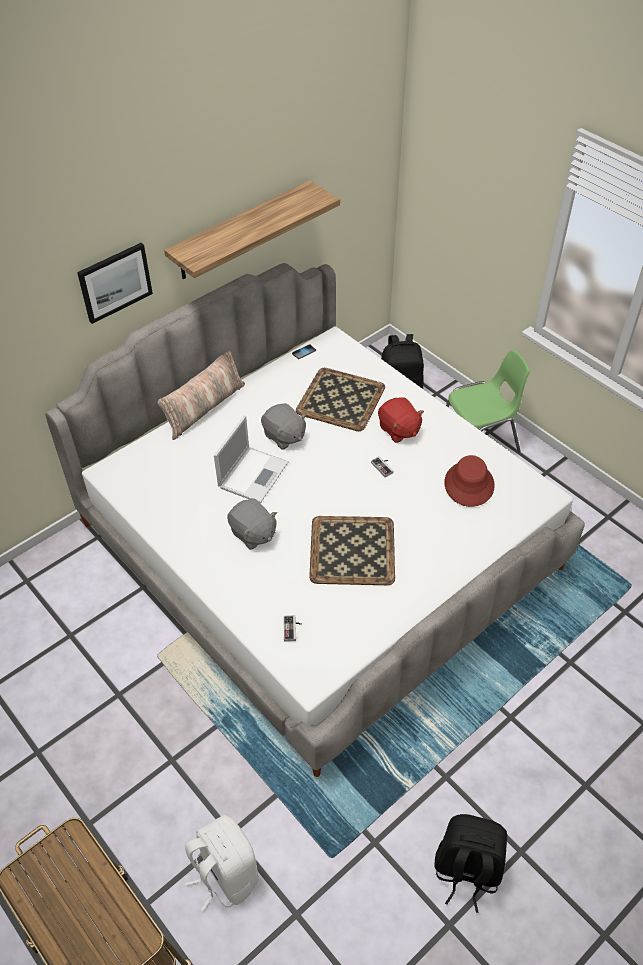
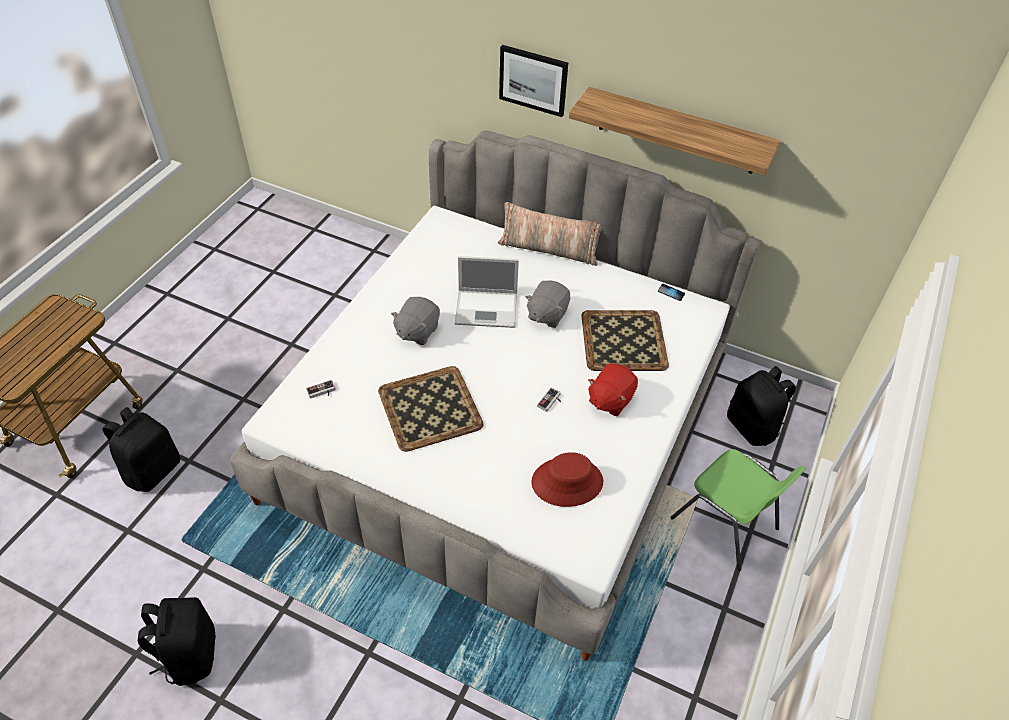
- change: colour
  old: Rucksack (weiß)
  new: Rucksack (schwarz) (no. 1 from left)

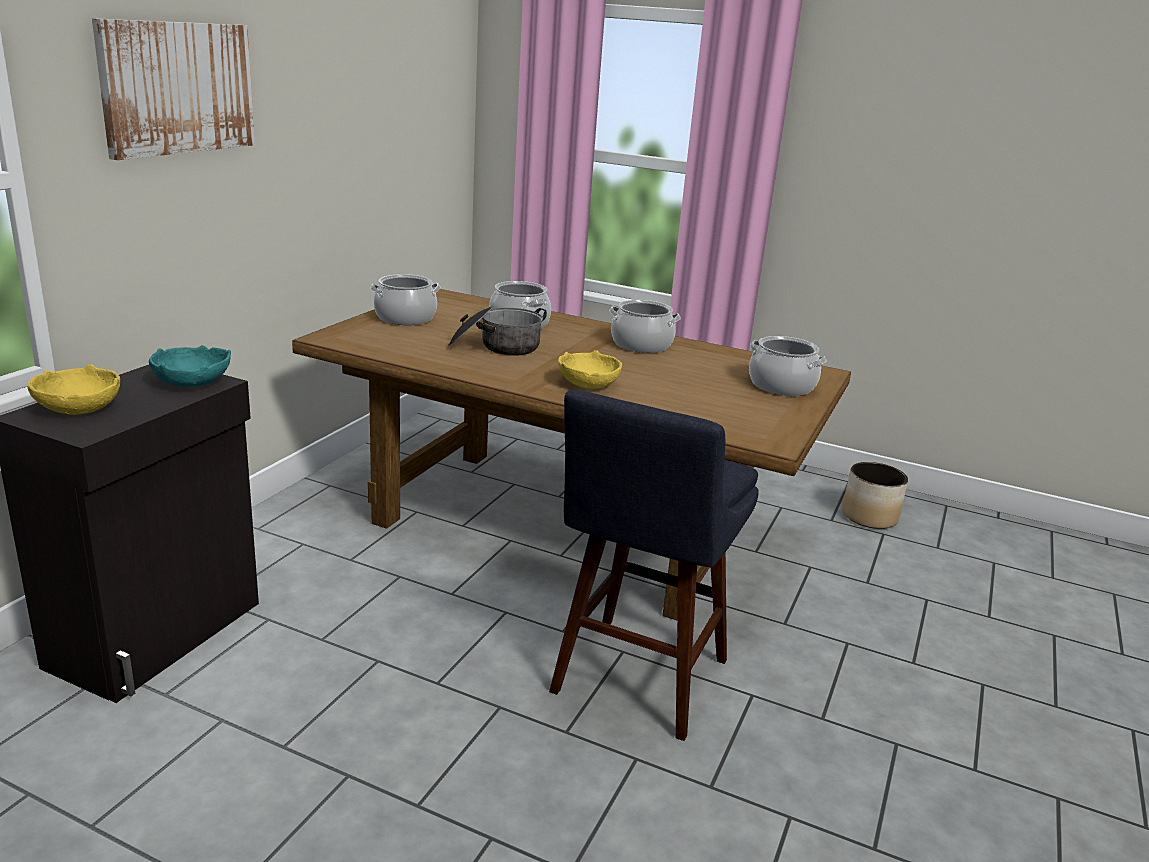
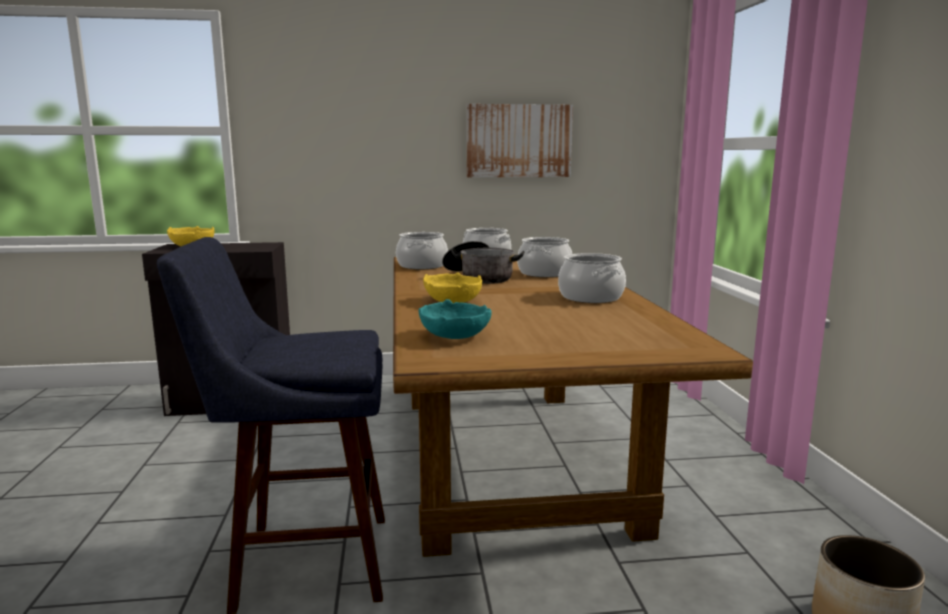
- change: relocated
  old: Bild
- change: relocated
  old: Kochtopf (no. 5 from left in the first image)
  new: Kochtopf (no. 1 from left)
- change: relocated
  old: Schüssel (türkis)

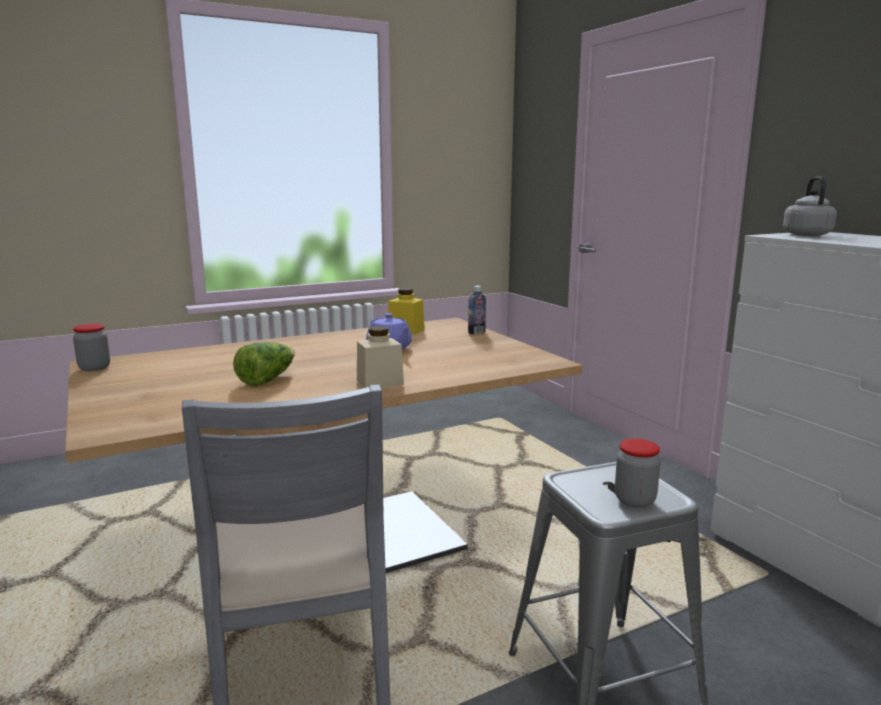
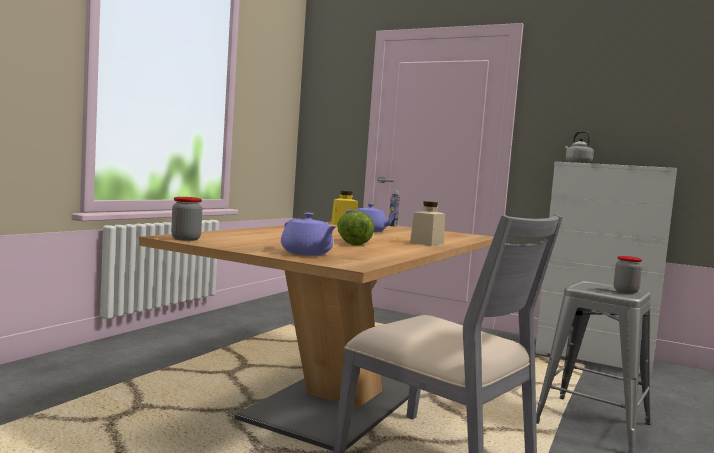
- change: appeared
  new: Teekanne (lila) (no. 1 from left)

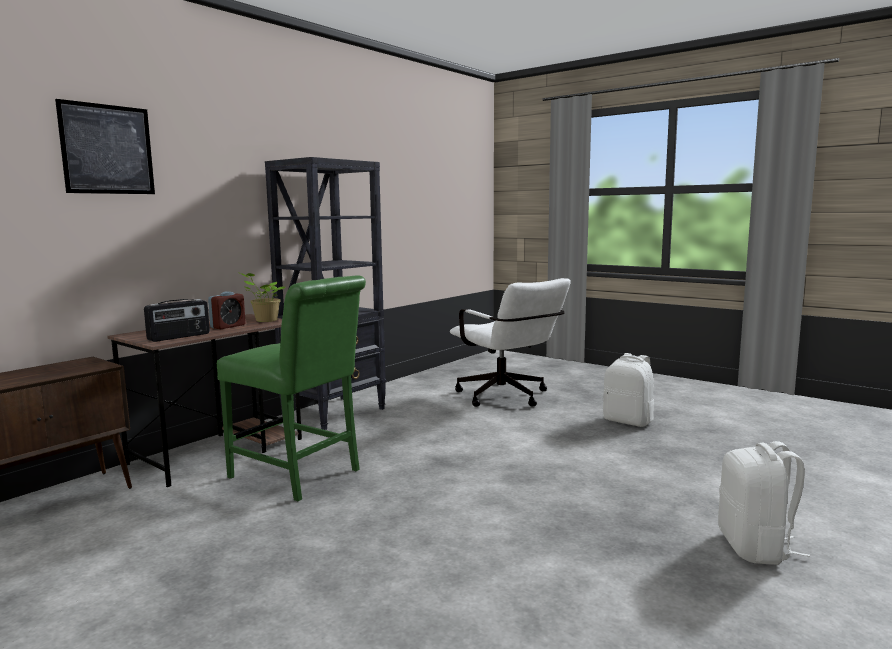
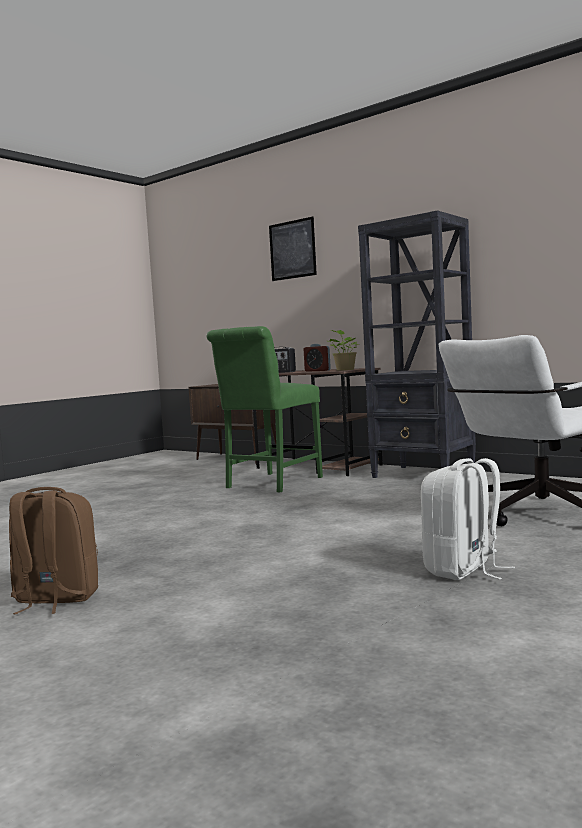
- change: colour
  old: Rucksack (weiß) (no. 2 from left)
  new: Rucksack (braun)

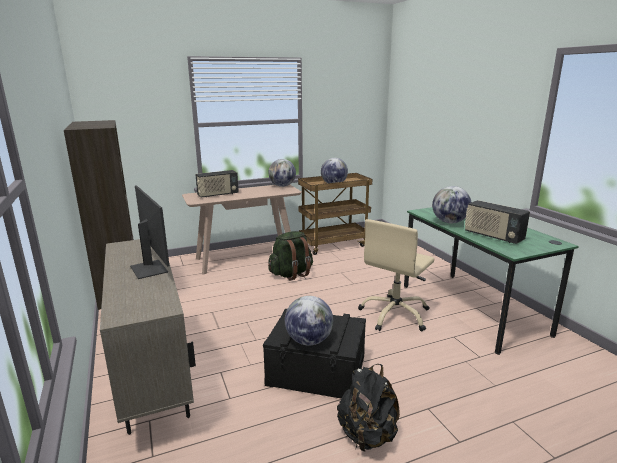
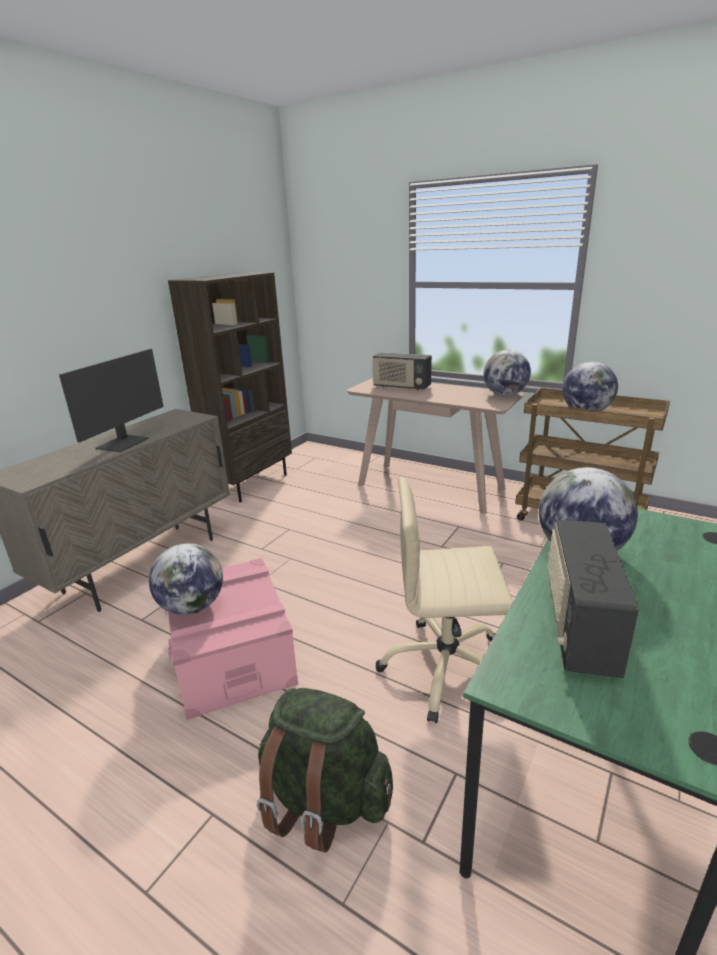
- change: relocated
  old: Rucksack (grün)
- change: colour
  old: Aufbewahrungsbox (schwarz)
  new: Aufbewahrungsbox (rosa)
- change: missing
  old: Rucksack (schwarz)

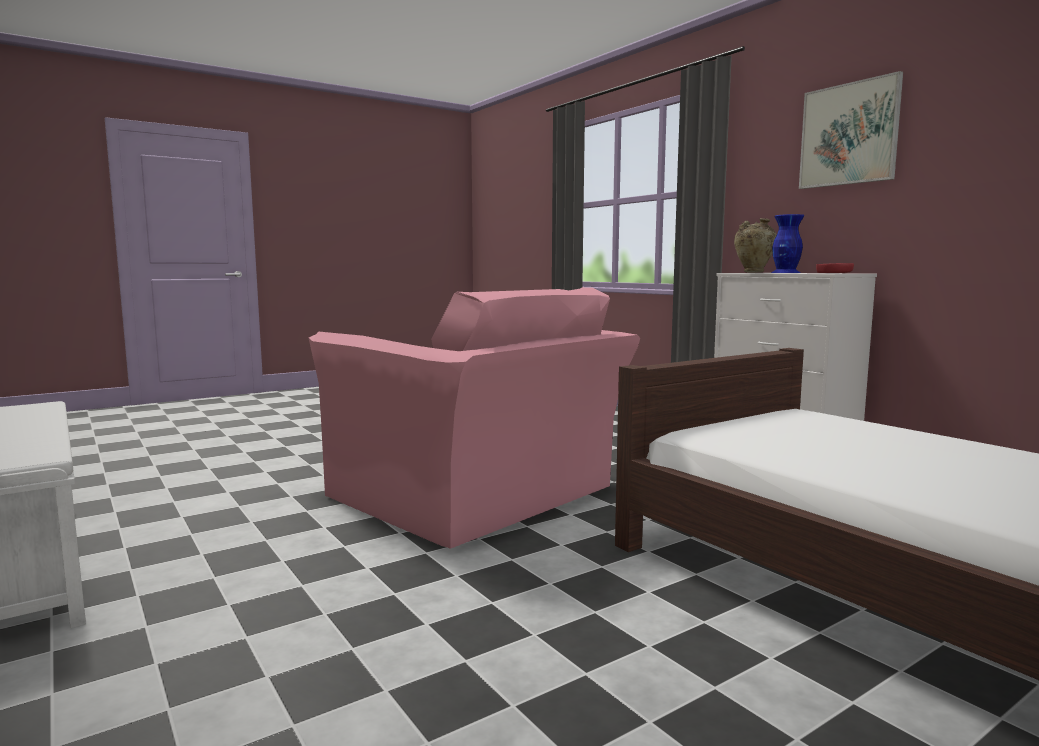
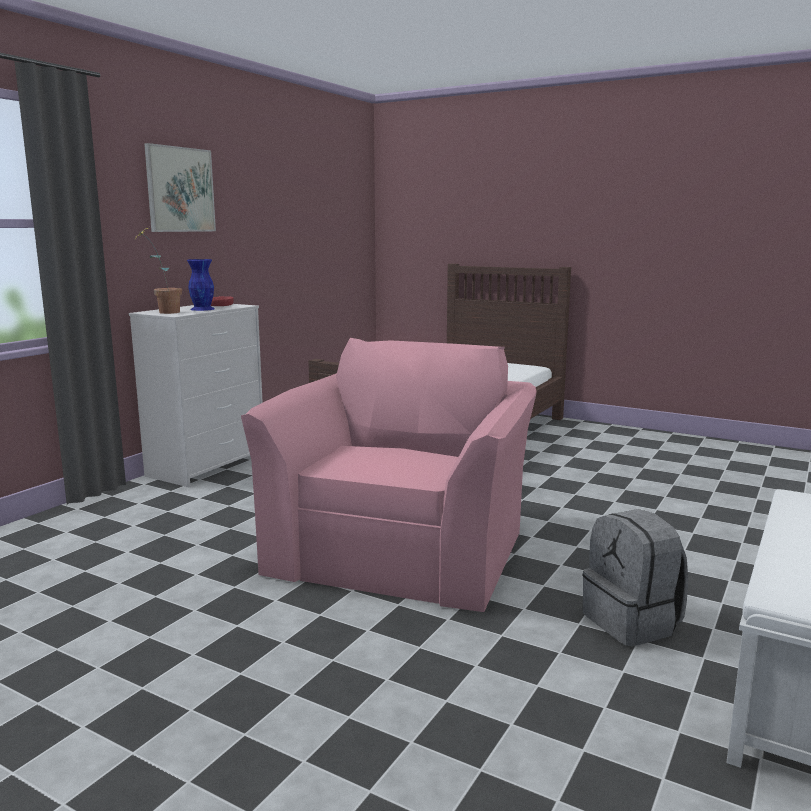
- change: exchanged
  old: Vase (beige)
  new: Topfpflanze
- change: appeared
  new: Rucksack (grau)

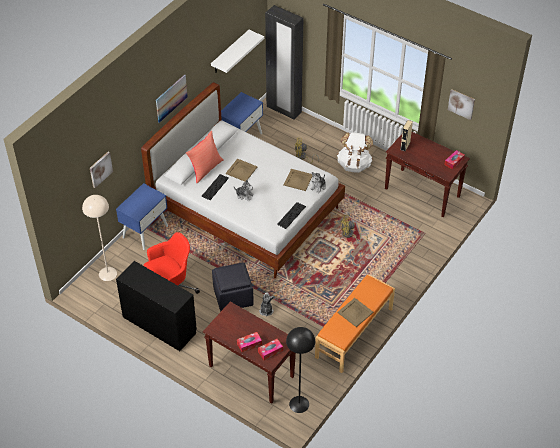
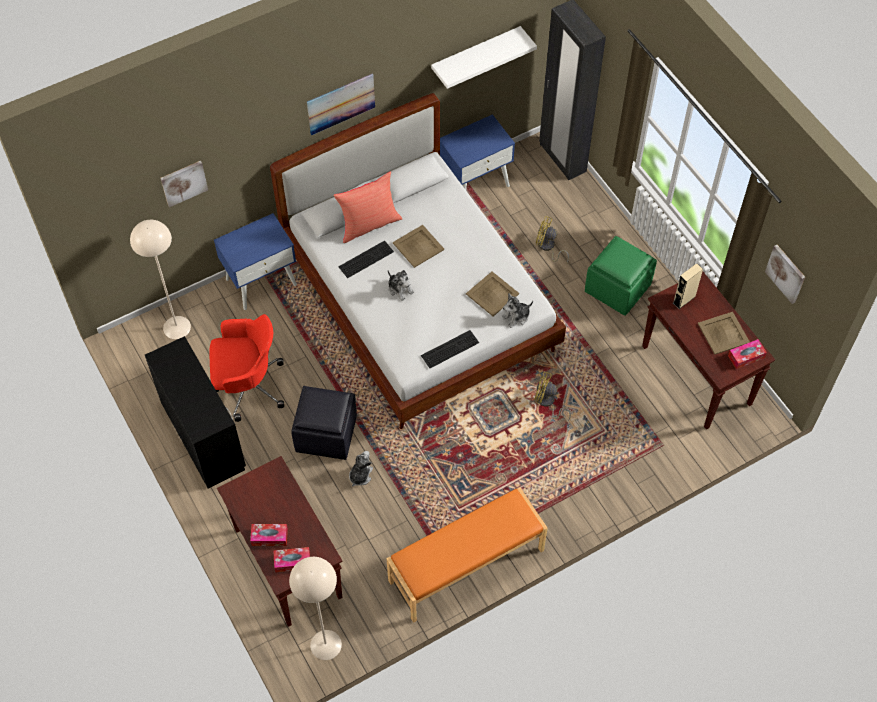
- change: exchanged
  old: Rucksack (weiß)
  new: Polsterhocker (grün)
- change: relocated
  old: Tablett (beige) (no. 3 from left)
- change: colour
  old: Stehlampe (schwarz)
  new: Stehlampe (beige) (no. 2 from left)

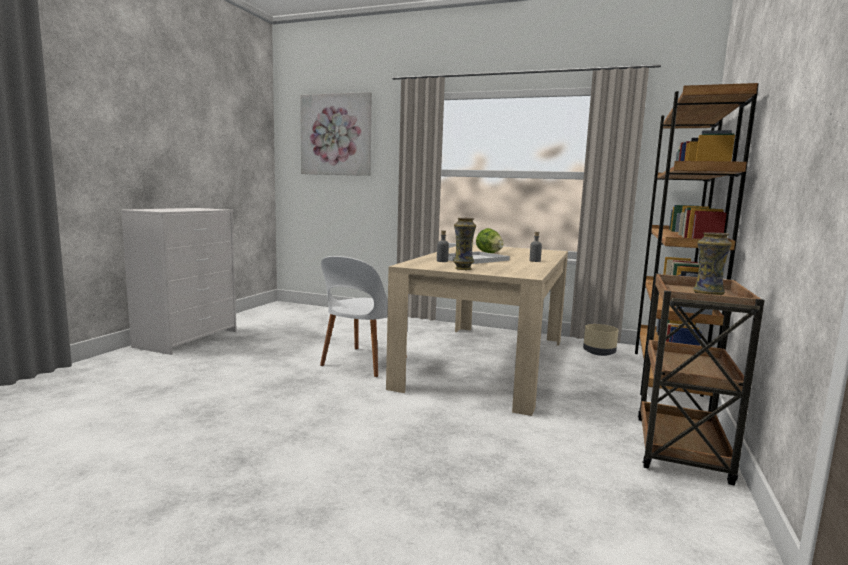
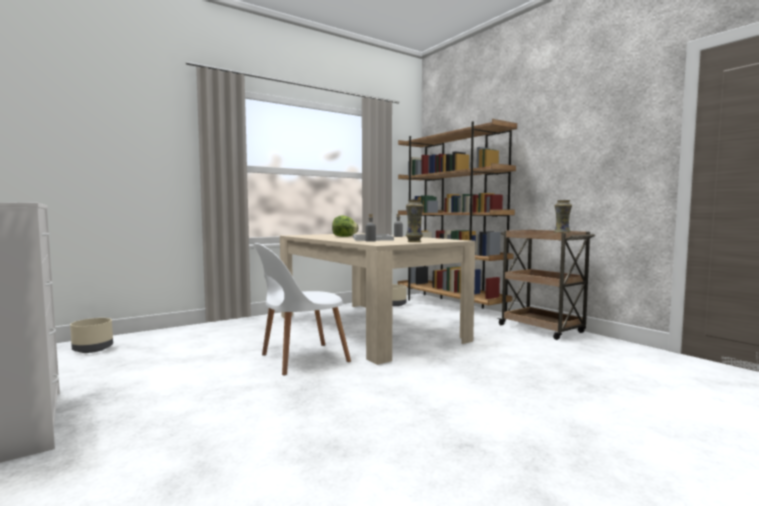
- change: missing
  old: Bild
- change: spun
  old: Stuhl (weiß)
  degrees: 90
- change: appeared
  new: Pflanzkübel (beige) (no. 1 from left)

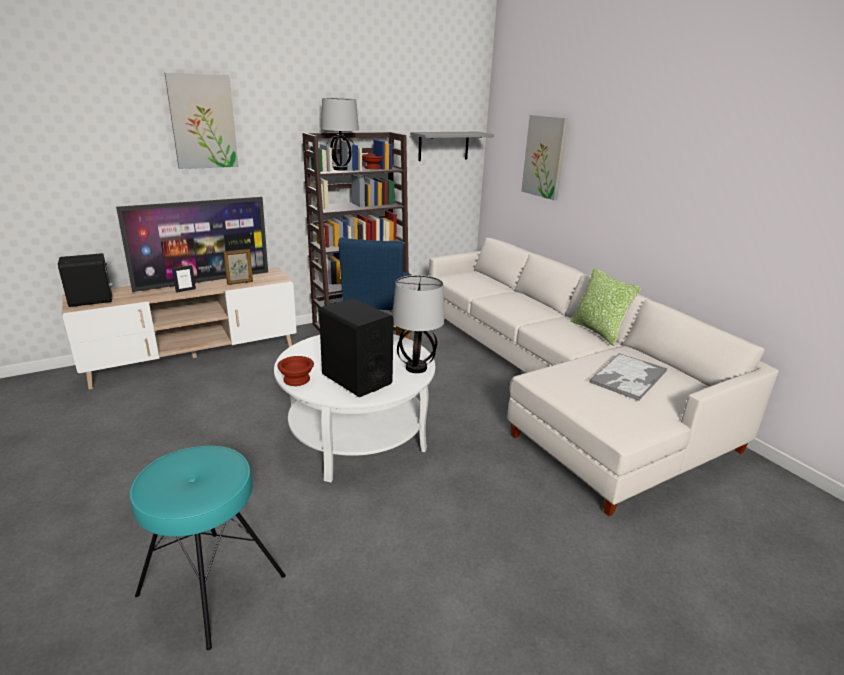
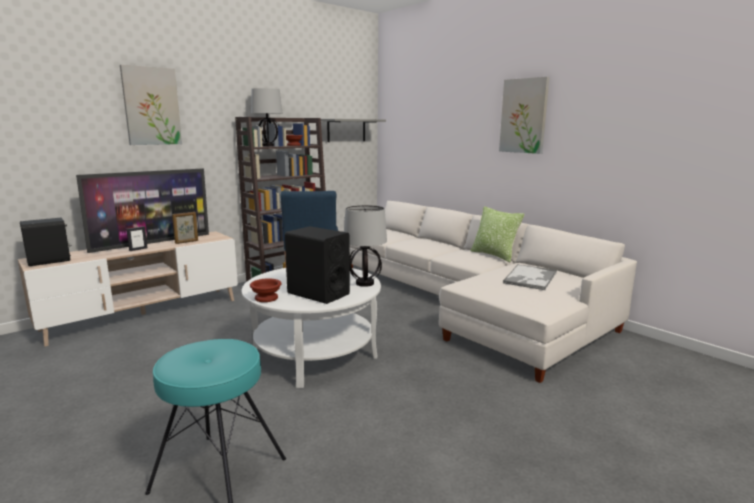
- change: relocated
  old: Bild (no. 2 from left)

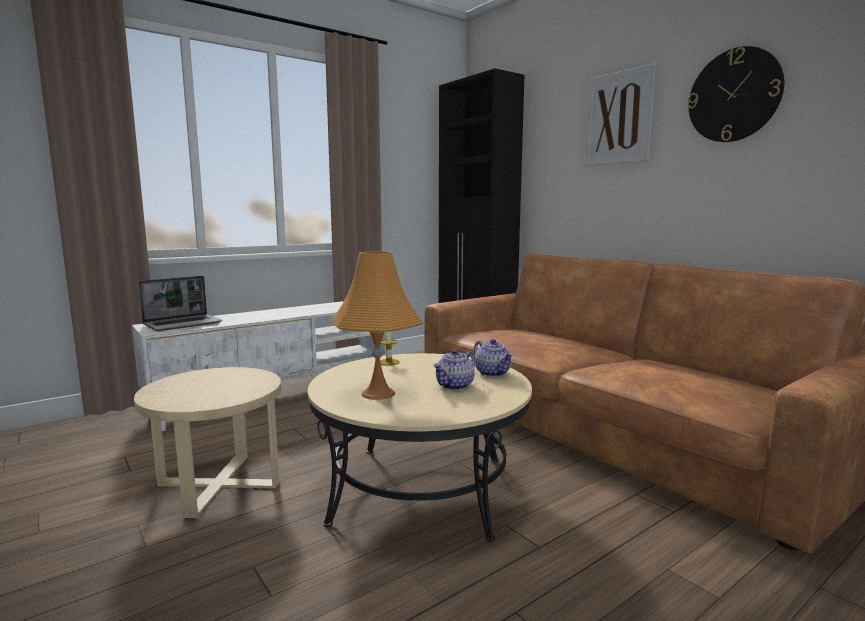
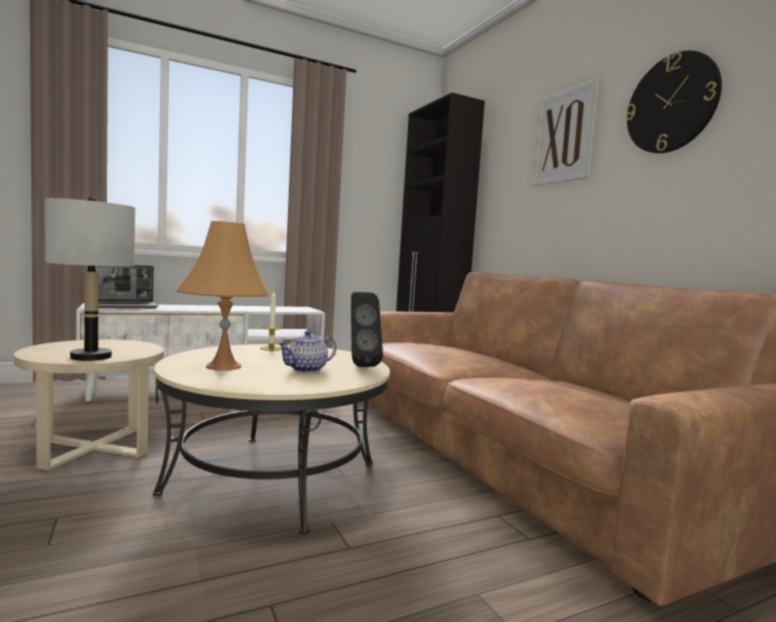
- change: exchanged
  old: Teekanne (no. 2 from left)
  new: Lautsprecher (schwarz)
- change: appeared
  new: Tischlampe (grau)

